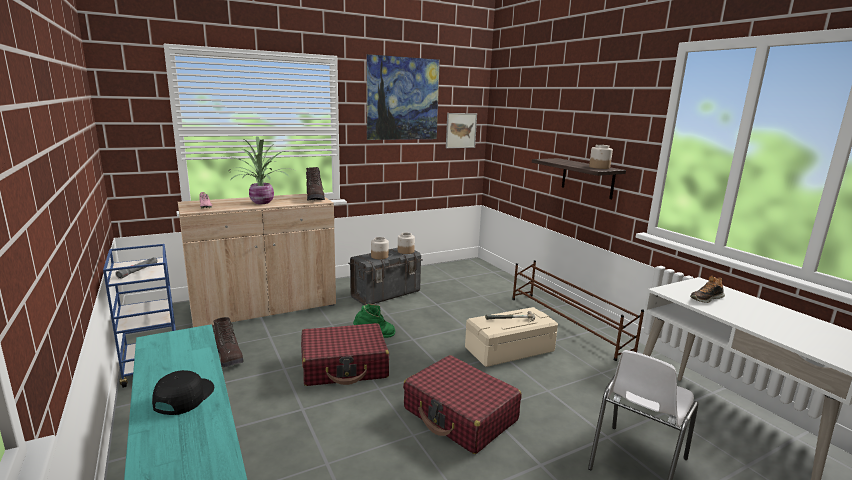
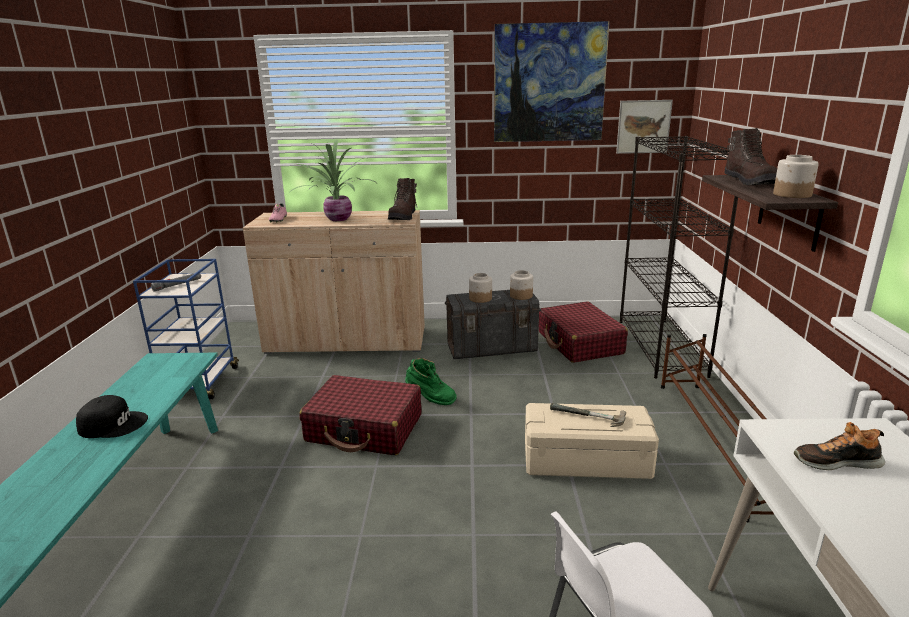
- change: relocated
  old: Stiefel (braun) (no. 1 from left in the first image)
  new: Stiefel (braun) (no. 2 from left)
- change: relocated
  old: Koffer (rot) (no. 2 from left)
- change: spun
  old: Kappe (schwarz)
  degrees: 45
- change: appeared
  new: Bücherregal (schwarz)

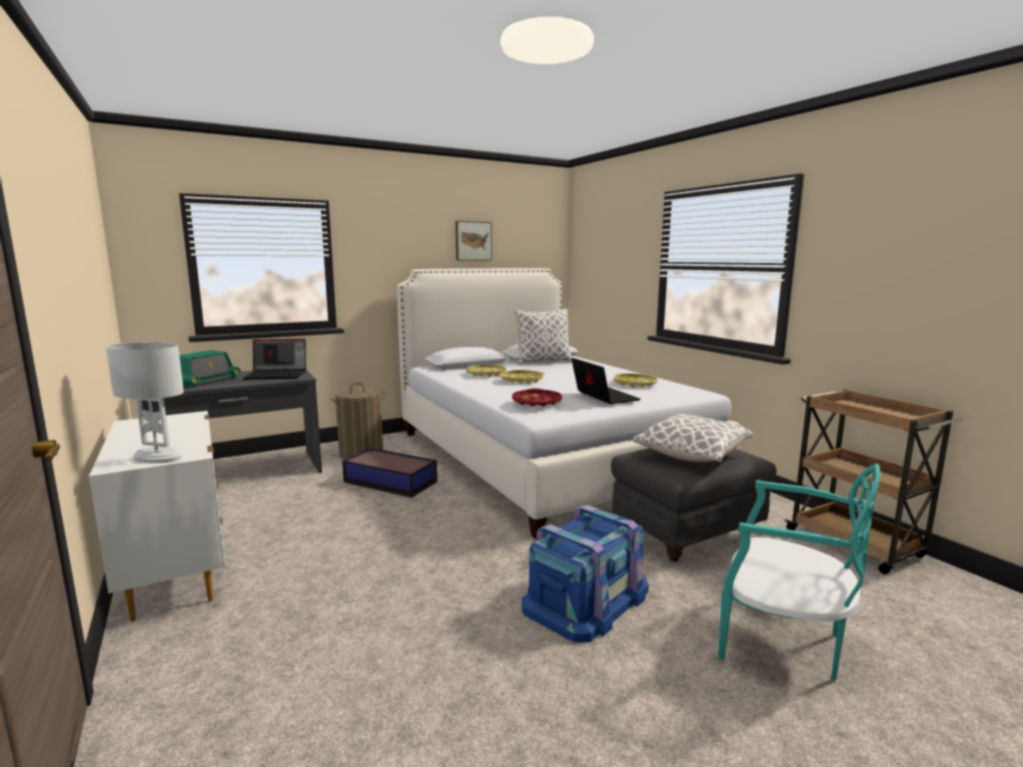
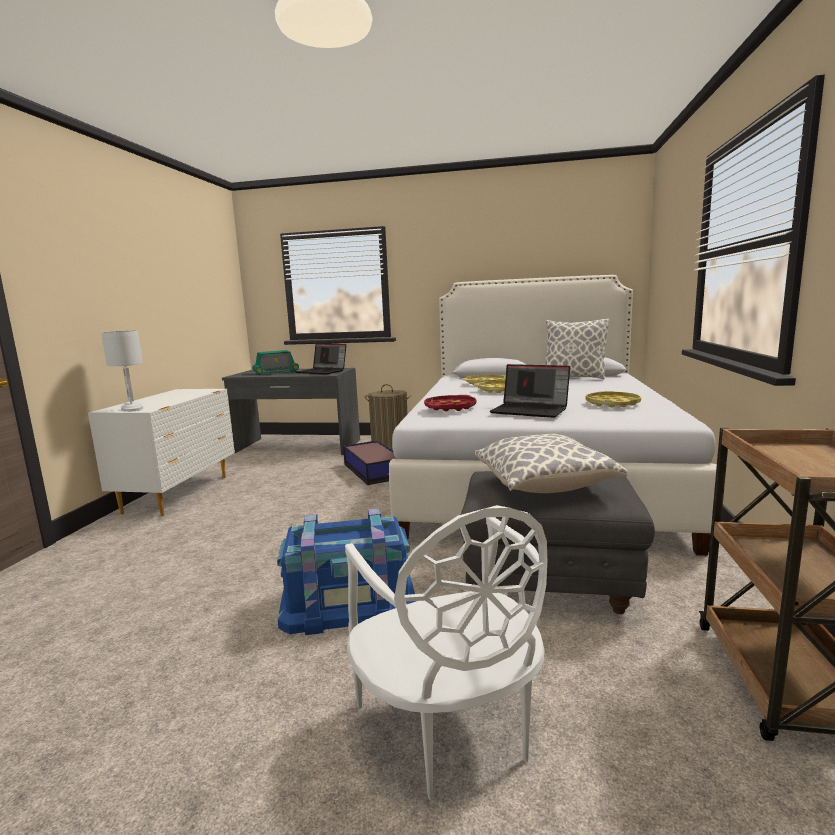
- change: missing
  old: Bild
- change: spun
  old: Laptop (no. 2 from left)
  degrees: 105
- change: colour
  old: Stuhl (türkis)
  new: Stuhl (weiß)

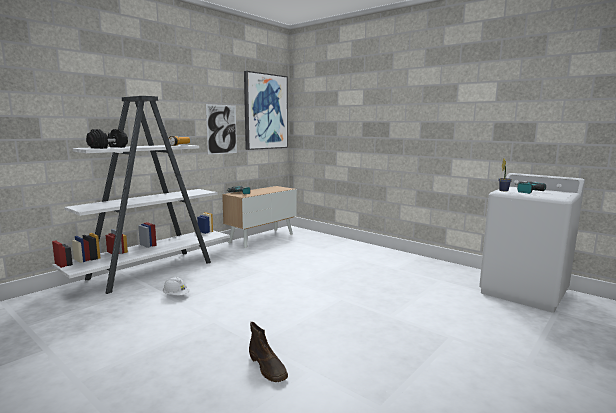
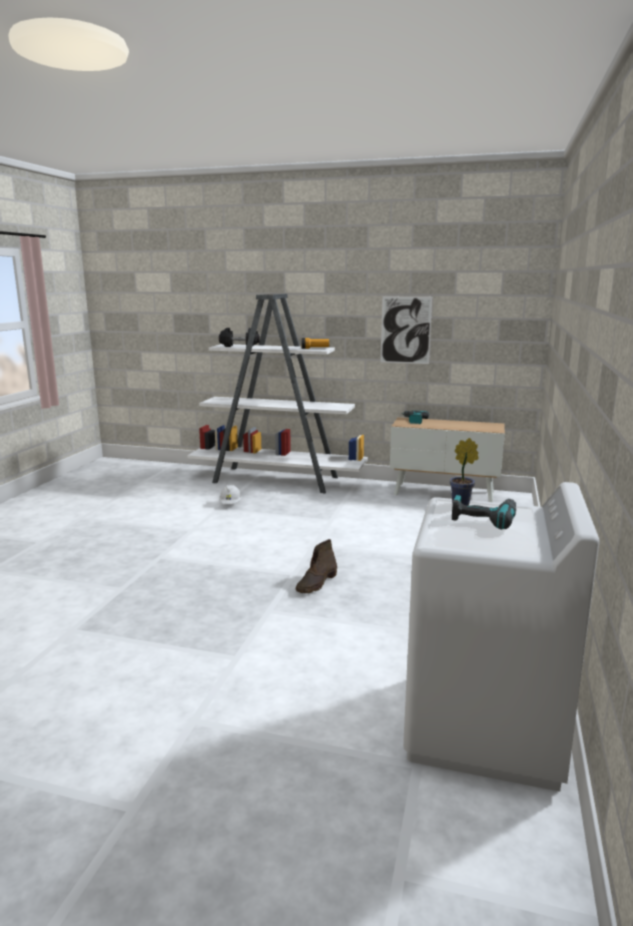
- change: missing
  old: Bild (no. 2 from left)
- change: relocated
  old: Stiefel (braun)

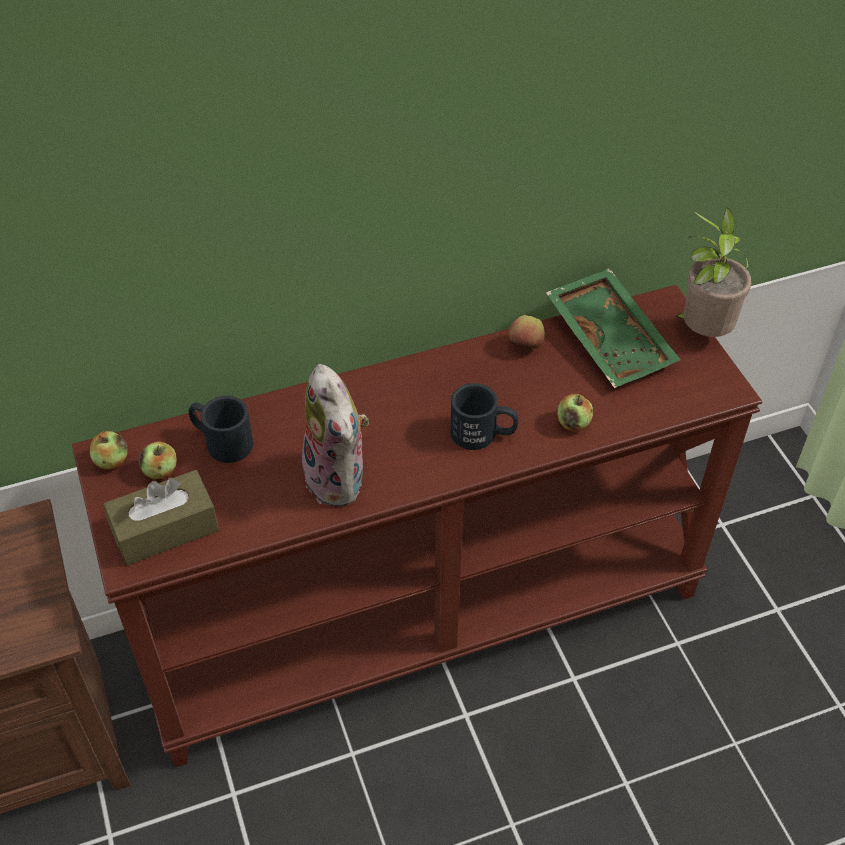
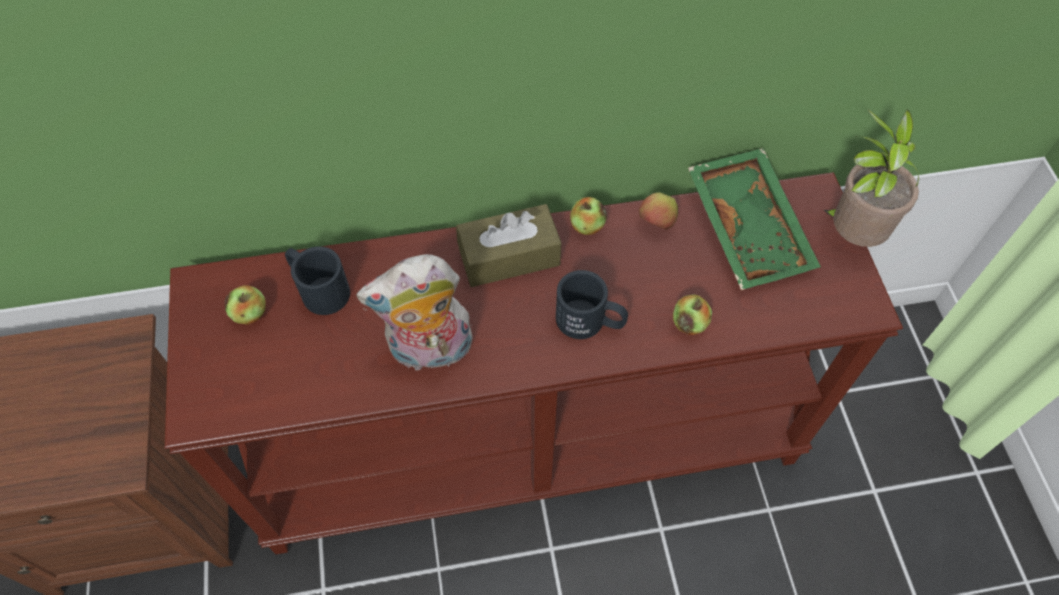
- change: spun
  old: Plüschtier
  degrees: 90
- change: relocated
  old: Apfel (no. 1 from left in the first image)
  new: Apfel (no. 2 from left)
- change: relocated
  old: Taschentuchbox (braun)

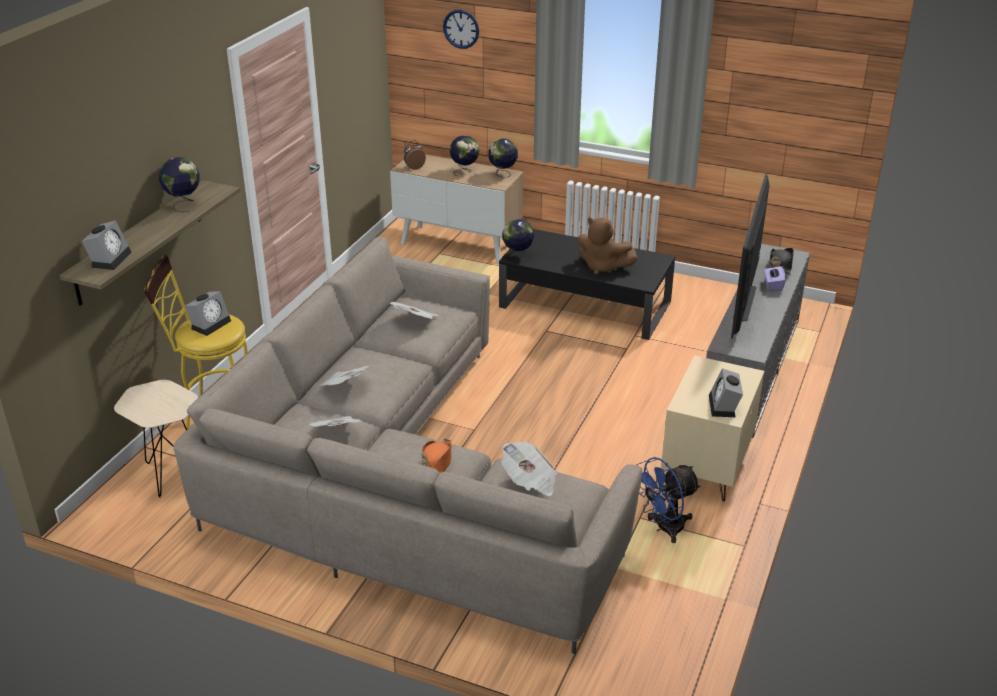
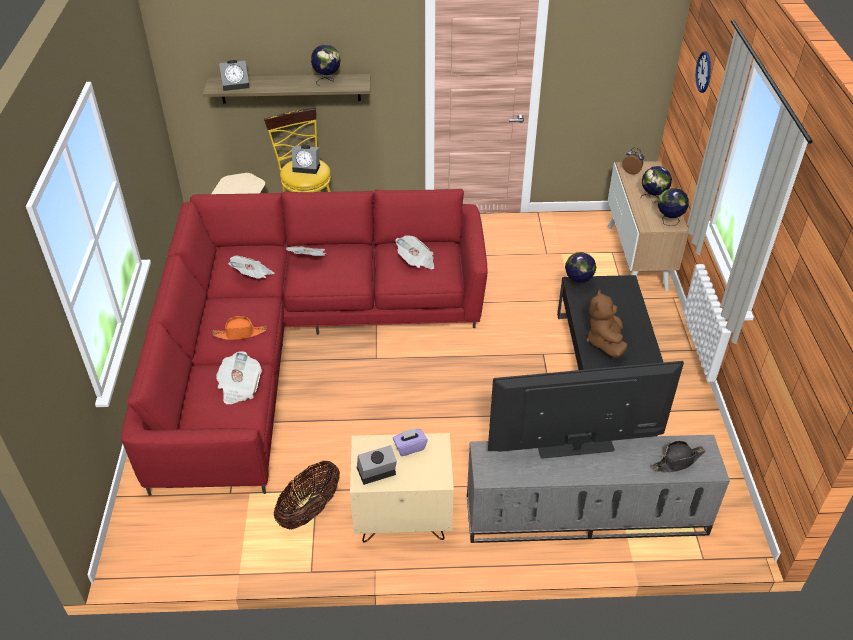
- change: colour
  old: Sofa (beige)
  new: Sofa (rot)
- change: relocated
  old: Taschentuchbox (lila)
- change: exchanged
  old: Ventilator (blau)
  new: Korb

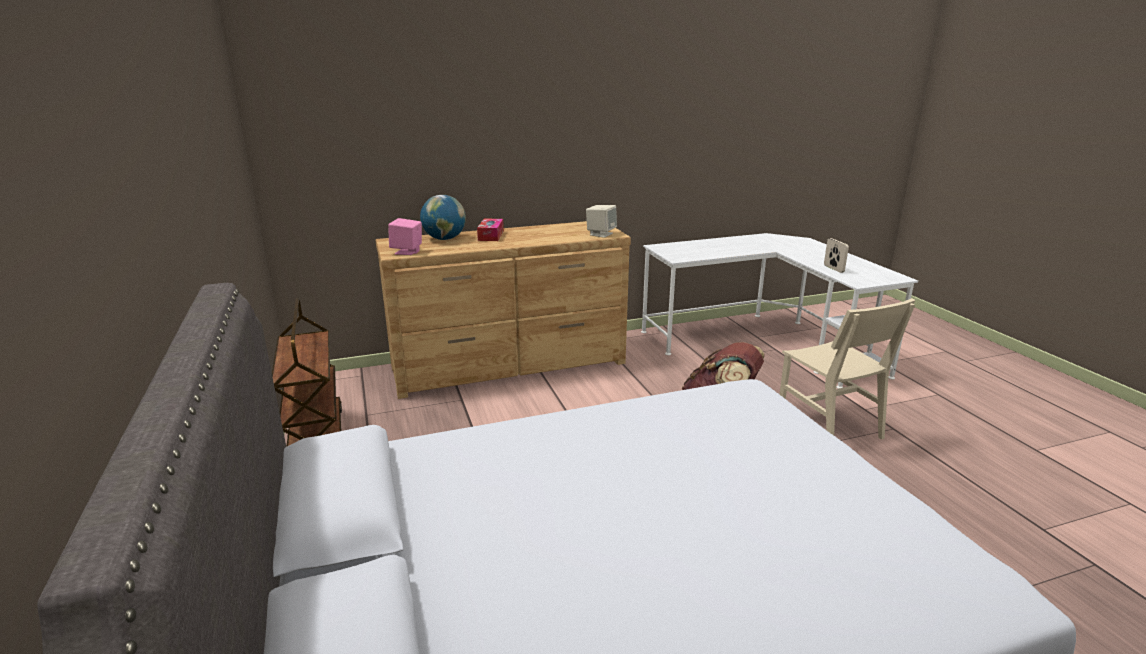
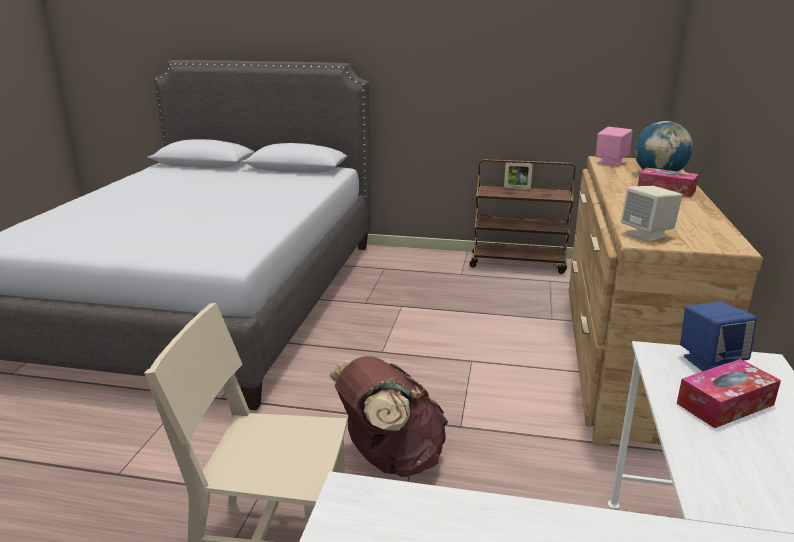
- change: relocated
  old: Bilderrahmen
- change: appeared
  new: Lautsprecher (blau)
- change: appeared
  new: Taschentuchbox (no. 2 from left)

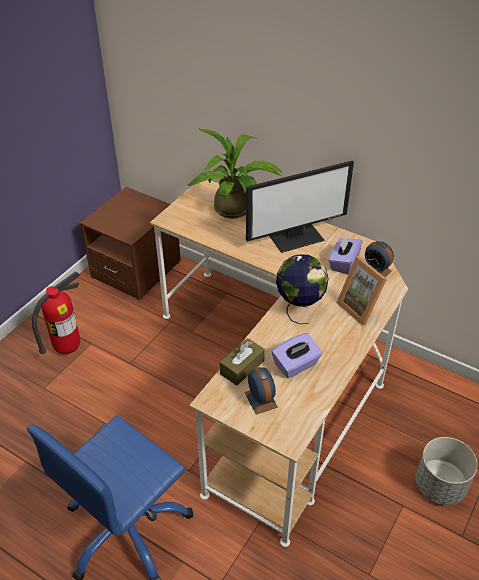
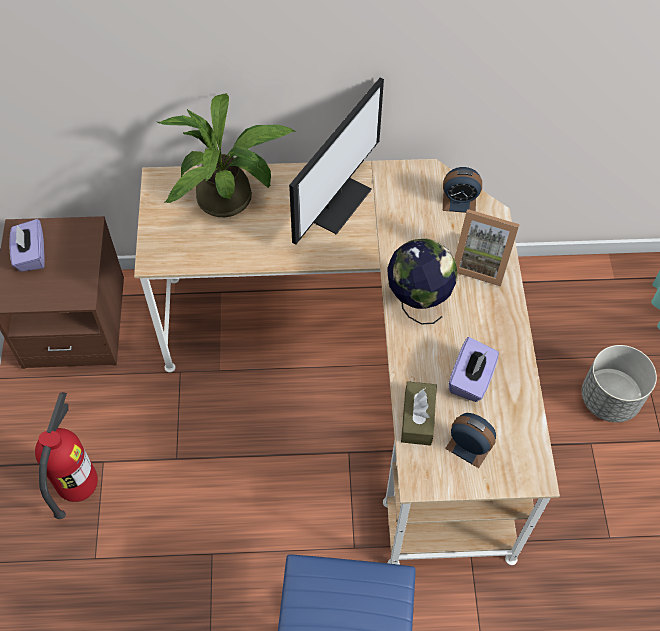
- change: relocated
  old: Taschentuchbox (lila) (no. 2 from left in the first image)
  new: Taschentuchbox (lila) (no. 1 from left)

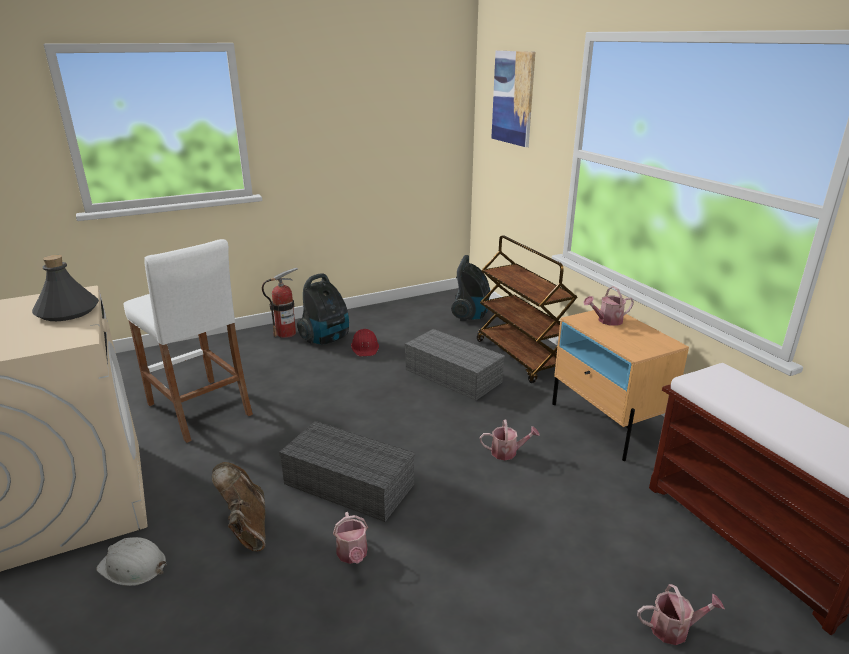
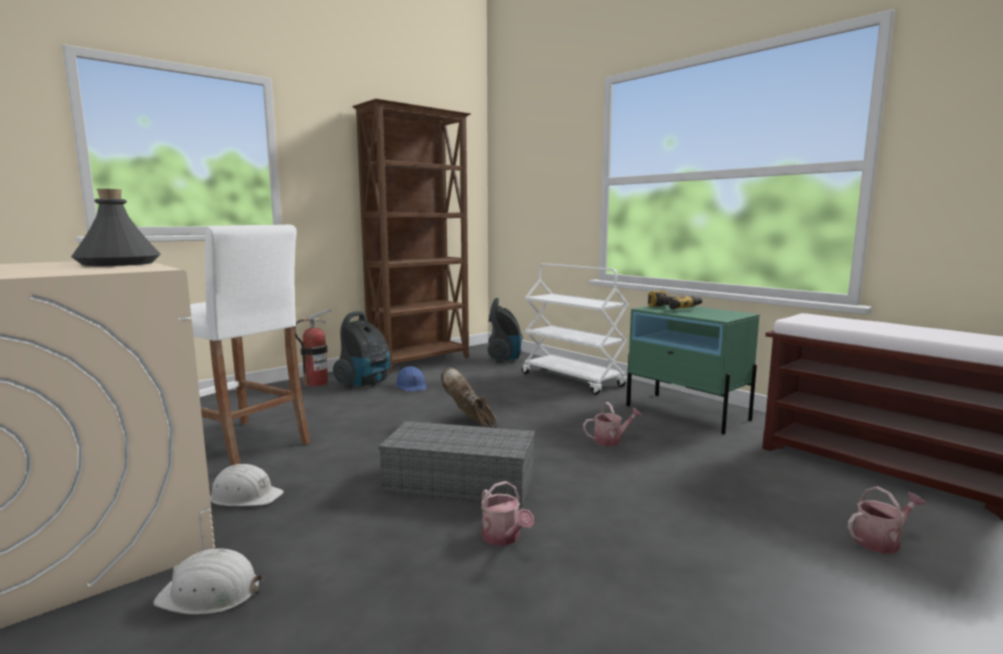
- change: missing
  old: Bild
- change: colour
  old: Rollwagen (braun)
  new: Rollwagen (weiß)
- change: exchanged
  old: Gießkanne (no. 3 from left)
  new: Bohrmaschine
- change: colour
  old: Nachttisch (beige)
  new: Nachttisch (grün)
- change: colour
  old: Schutzhelm (rot)
  new: Schutzhelm (blau)
- change: missing
  old: Aufbewahrungsbox (grau) (no. 2 from left)
- change: relocated
  old: Stiefel (braun)
- change: appeared
  new: Bücherregal (braun)
- change: appeared
  new: Schutzhelm (weiß) (no. 2 from left)

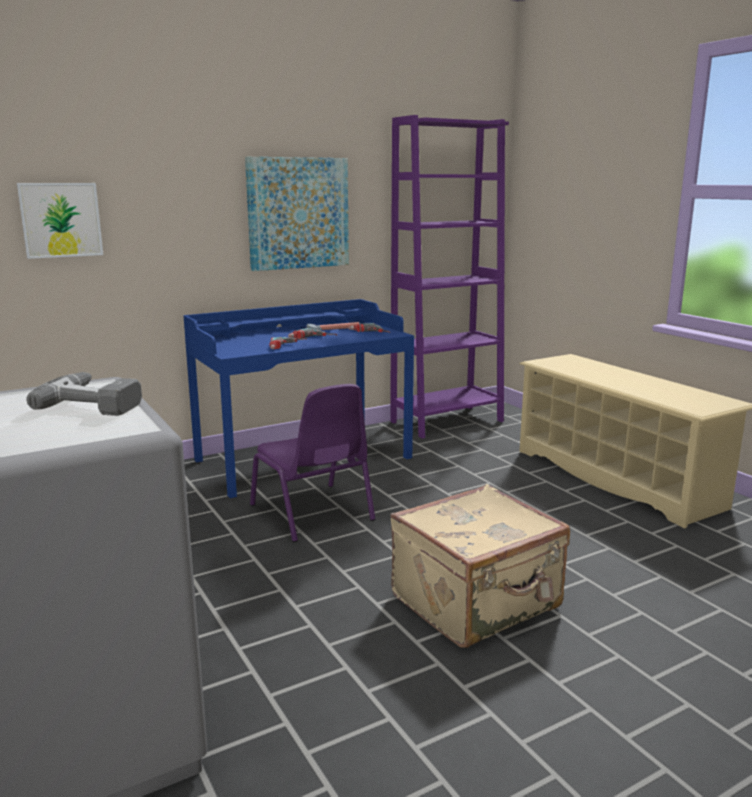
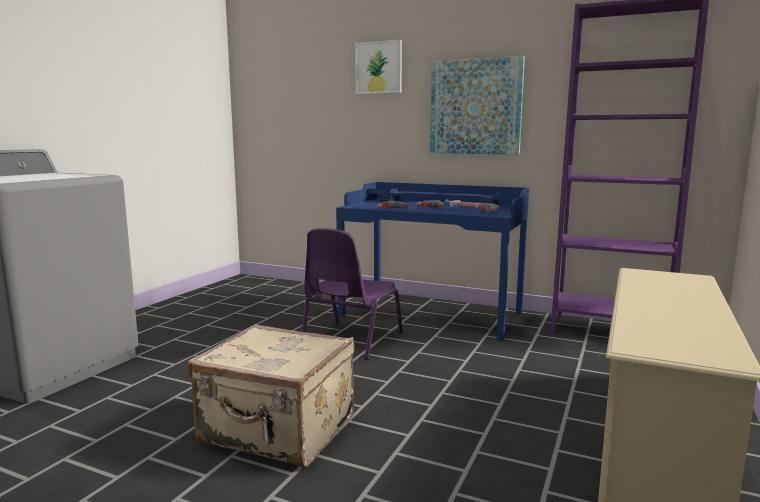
- change: relocated
  old: Bild (no. 1 from left)
- change: missing
  old: Bohrmaschine (no. 1 from left)

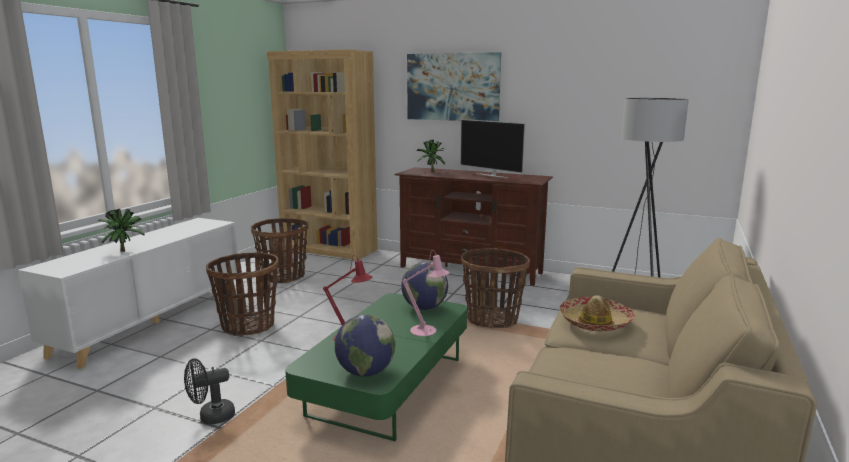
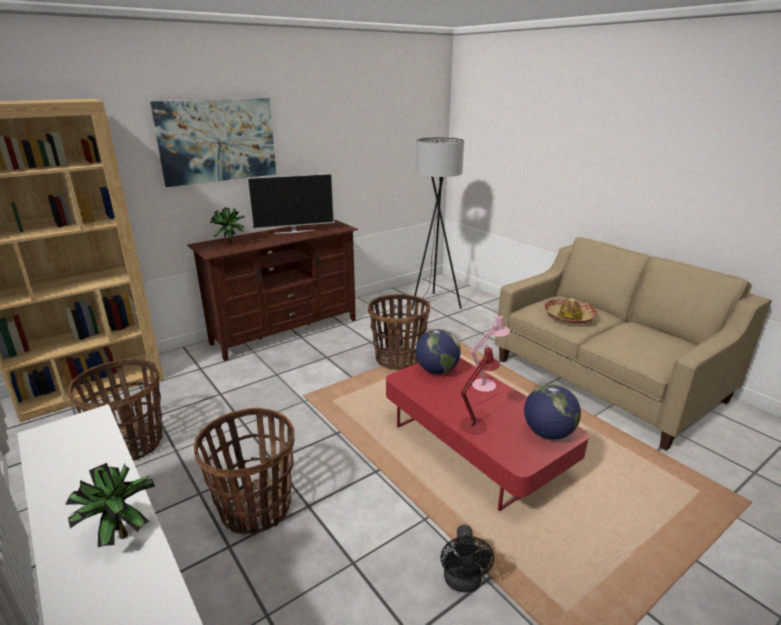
- change: colour
  old: Couchtisch (grün)
  new: Couchtisch (rot)

